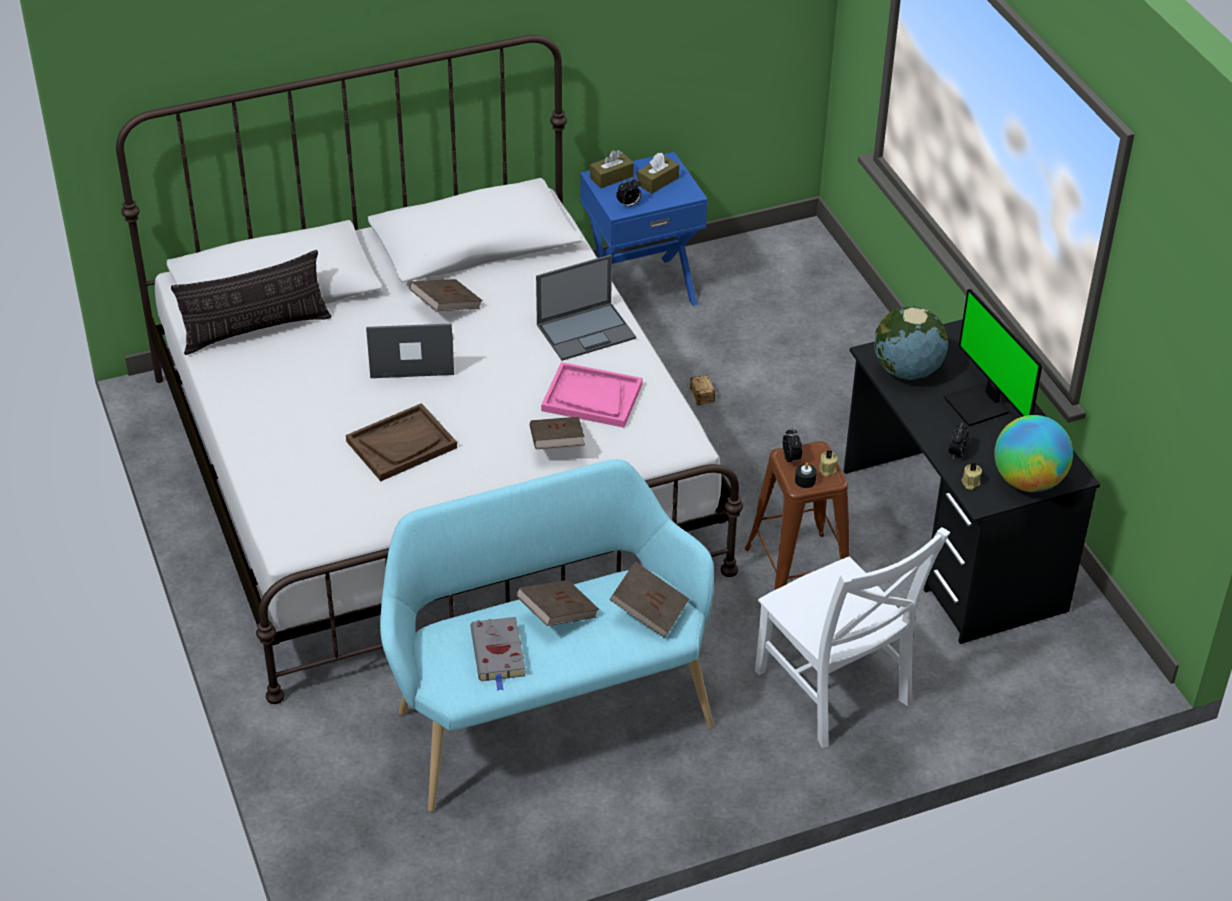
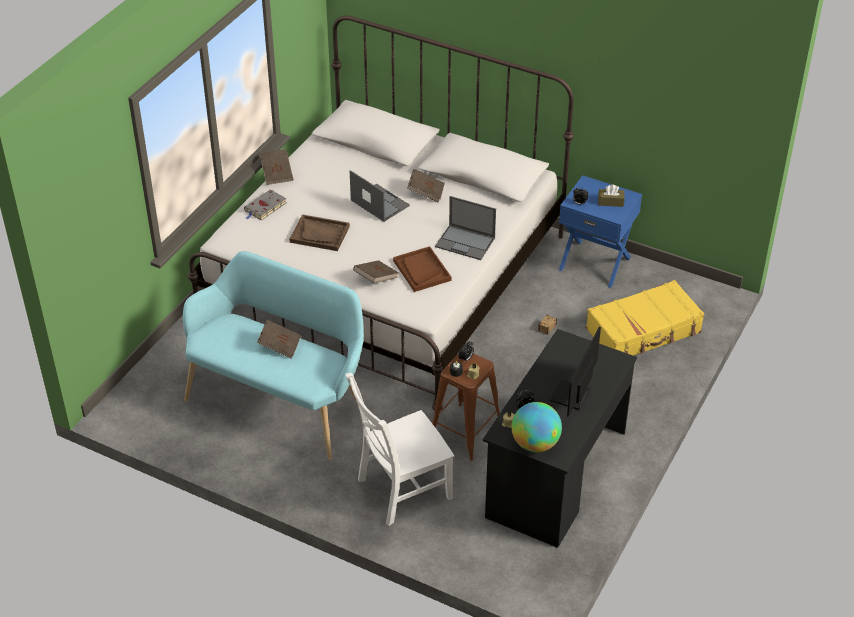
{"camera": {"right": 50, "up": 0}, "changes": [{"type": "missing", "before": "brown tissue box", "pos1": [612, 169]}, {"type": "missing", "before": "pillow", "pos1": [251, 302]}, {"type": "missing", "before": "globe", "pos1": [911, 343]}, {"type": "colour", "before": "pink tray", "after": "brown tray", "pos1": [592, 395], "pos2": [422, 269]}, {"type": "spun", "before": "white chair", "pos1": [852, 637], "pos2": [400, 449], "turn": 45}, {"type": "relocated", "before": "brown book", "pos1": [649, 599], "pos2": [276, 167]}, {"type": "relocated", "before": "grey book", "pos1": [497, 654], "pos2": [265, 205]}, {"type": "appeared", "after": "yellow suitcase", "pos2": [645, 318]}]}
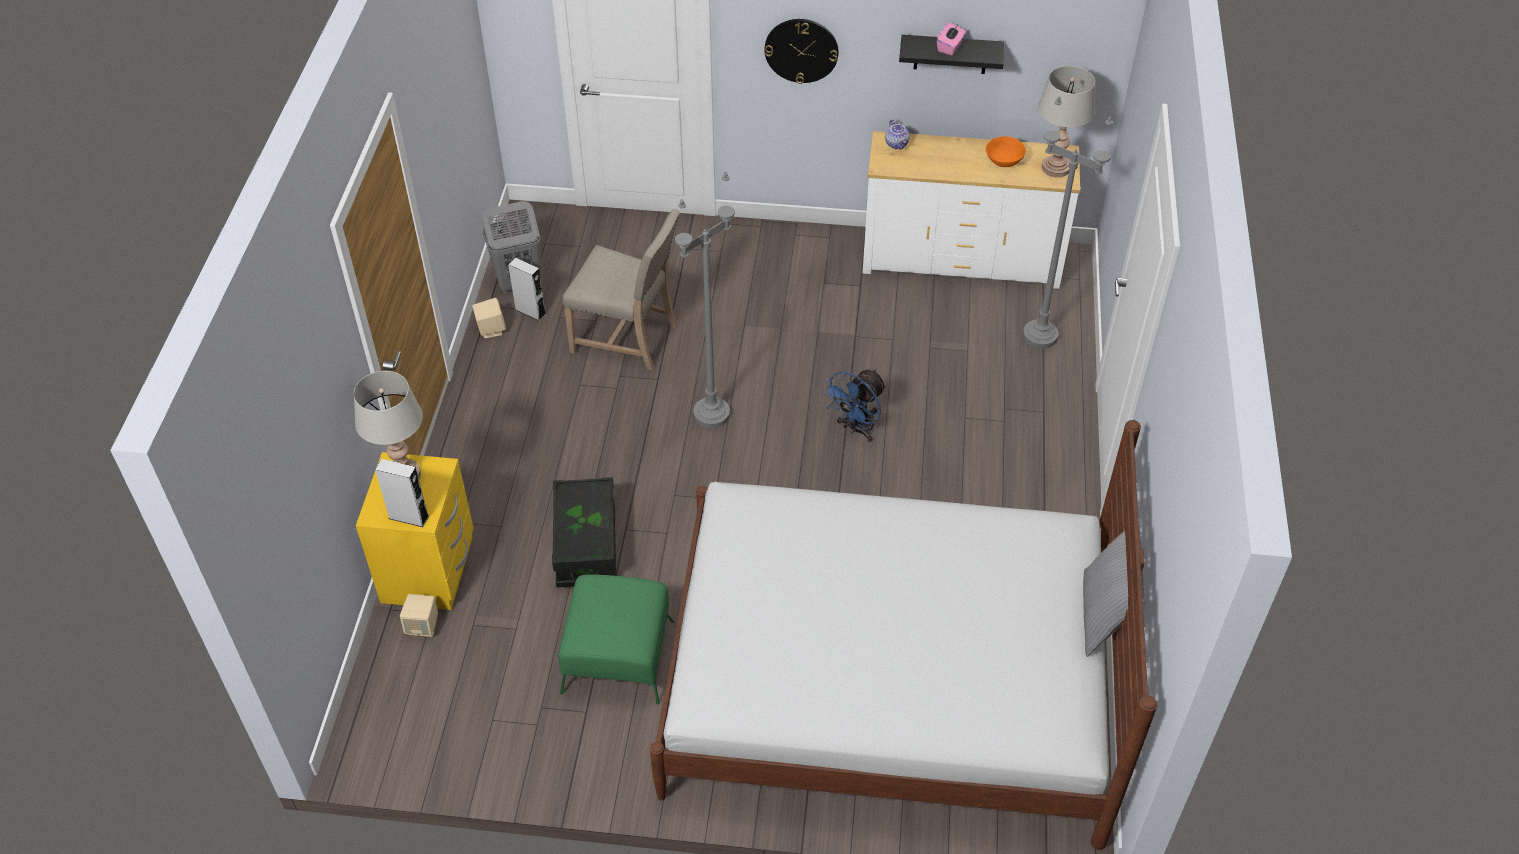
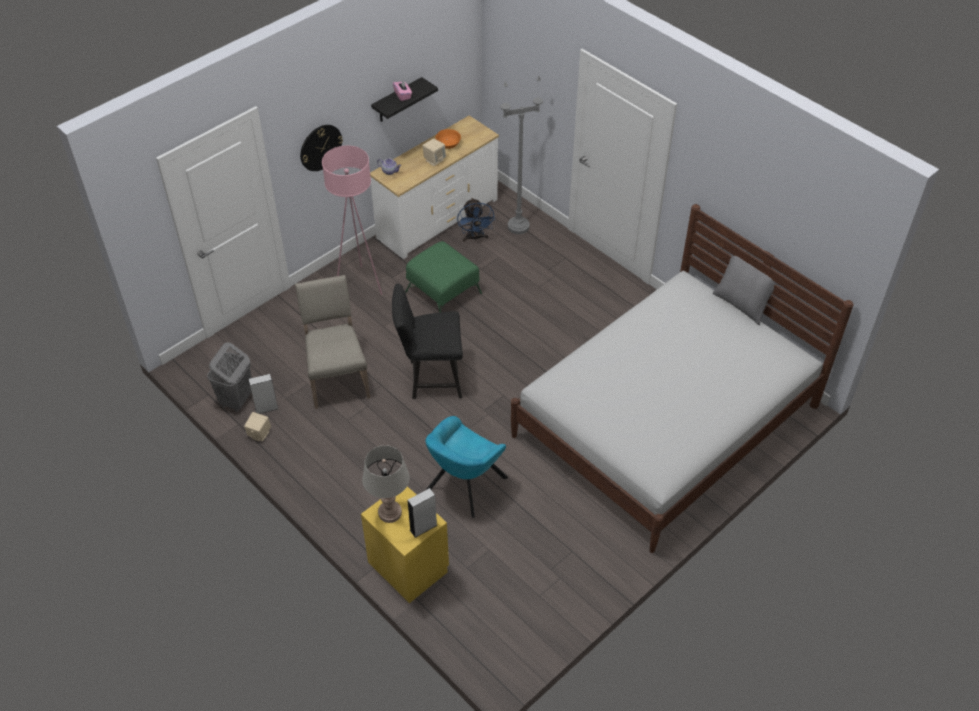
{"camera": {"right": -50, "up": 0}, "changes": [{"type": "missing", "before": "grey table lamp", "pos1": [1066, 121]}, {"type": "exchanged", "before": "grey floor lamp", "after": "black chair", "pos1": [705, 300], "pos2": [427, 341]}, {"type": "spun", "before": "beige chair", "pos1": [621, 289], "pos2": [332, 342], "turn": -75}, {"type": "relocated", "before": "blue fan", "pos1": [854, 405], "pos2": [476, 220]}, {"type": "exchanged", "before": "black storage box", "after": "turquoise armchair", "pos1": [584, 532], "pos2": [466, 467]}, {"type": "relocated", "before": "green ottoman", "pos1": [616, 639], "pos2": [443, 277]}, {"type": "relocated", "before": "beige speaker", "pos1": [419, 615], "pos2": [434, 152]}, {"type": "appeared", "after": "pink floor lamp", "pos2": [352, 220]}]}
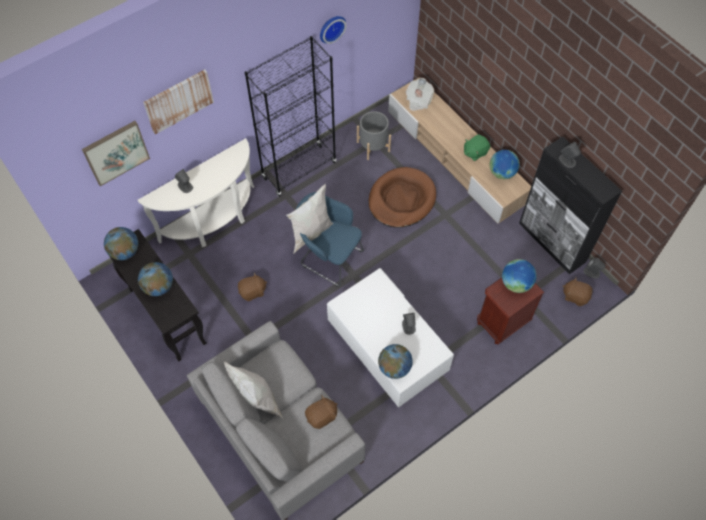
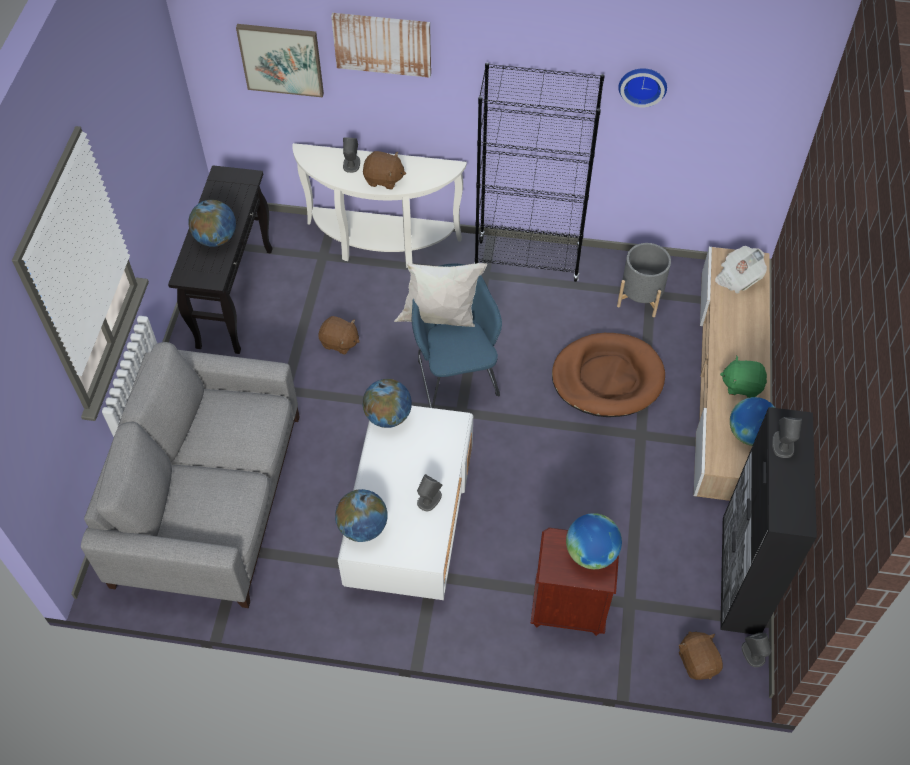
{"camera": {"right": 45, "up": -5}, "changes": [{"type": "relocated", "before": "globe", "pos1": [121, 243], "pos2": [387, 403]}, {"type": "missing", "before": "white pillow", "pos1": [253, 389]}, {"type": "relocated", "before": "brown plush toy", "pos1": [321, 412], "pos2": [384, 170]}]}
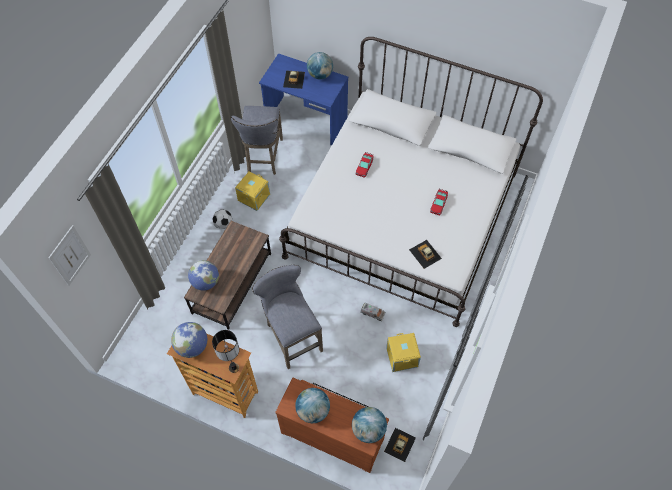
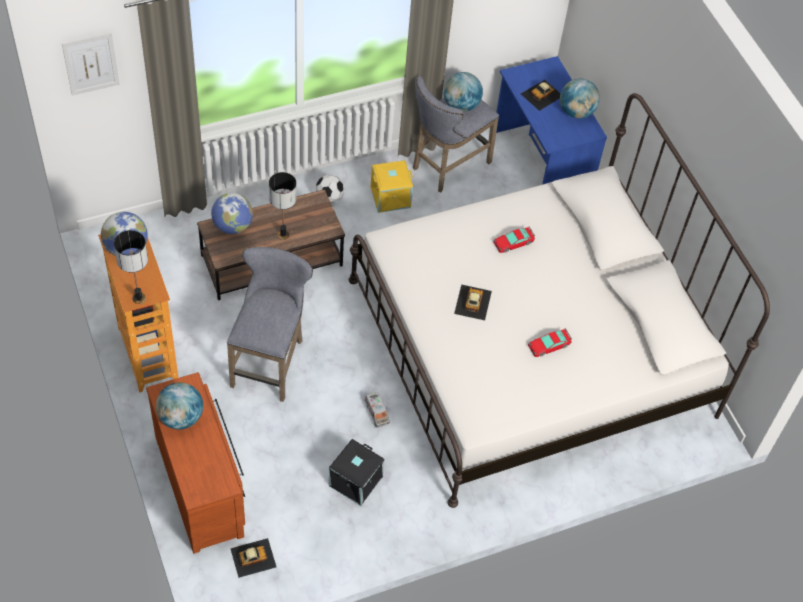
{"camera": {"right": 40, "up": -5}, "changes": [{"type": "relocated", "before": "toy car", "pos1": [425, 254], "pos2": [473, 302]}, {"type": "colour", "before": "yellow storage box", "after": "black storage box", "pos1": [403, 352], "pos2": [357, 472]}, {"type": "relocated", "before": "globe", "pos1": [369, 425], "pos2": [463, 92]}, {"type": "appeared", "after": "table lamp", "pos2": [282, 206]}]}
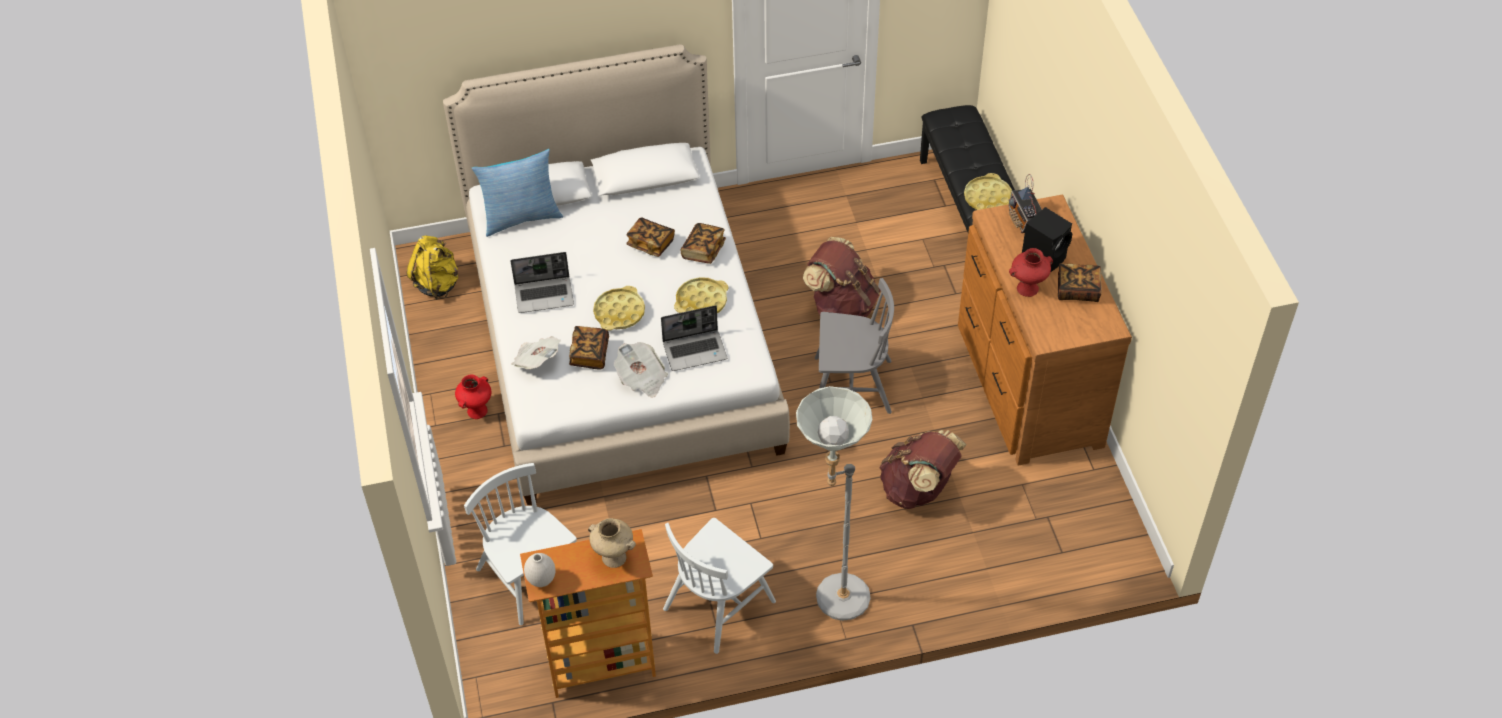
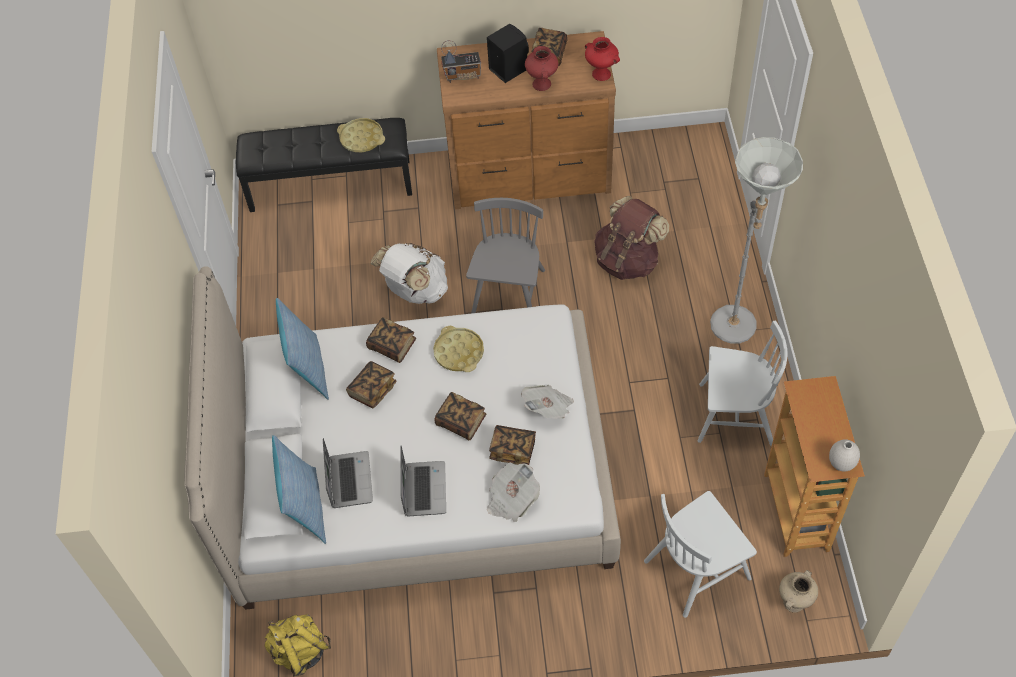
{"camera": {"right": -80, "up": 5}, "changes": [{"type": "colour", "before": "brown backpack", "after": "white backpack", "pos1": [842, 277], "pos2": [409, 273]}, {"type": "exchanged", "before": "yellow tray", "after": "book", "pos1": [619, 308], "pos2": [460, 416]}, {"type": "relocated", "before": "laptop", "pos1": [694, 338], "pos2": [348, 473]}, {"type": "relocated", "before": "red vase", "pos1": [473, 397], "pos2": [602, 59]}, {"type": "relocated", "before": "beige vase", "pos1": [612, 543], "pos2": [798, 591]}, {"type": "spun", "before": "white chair", "pos1": [719, 586], "pos2": [742, 383], "turn": -45}, {"type": "appeared", "after": "pillow", "pos2": [302, 349]}]}
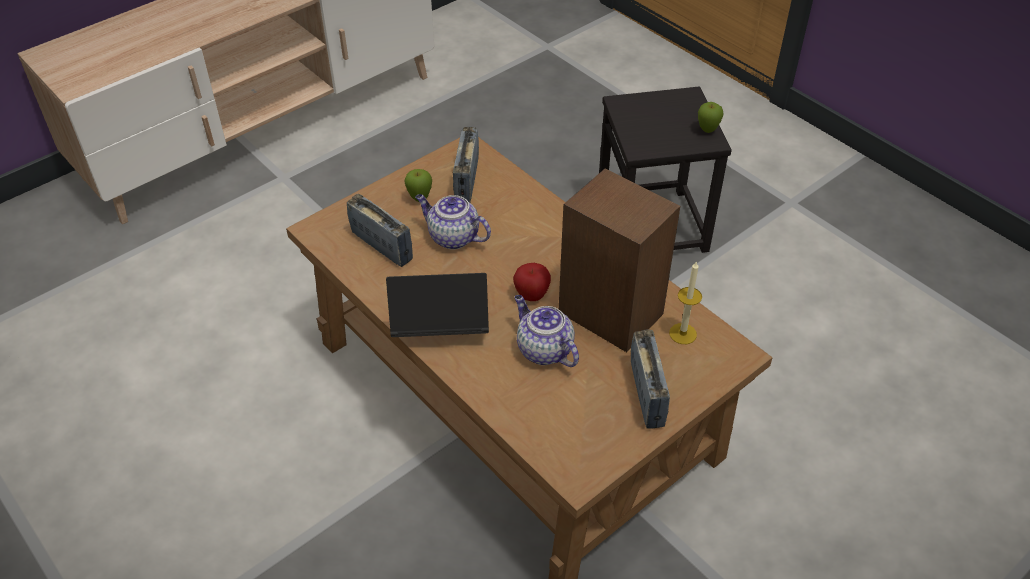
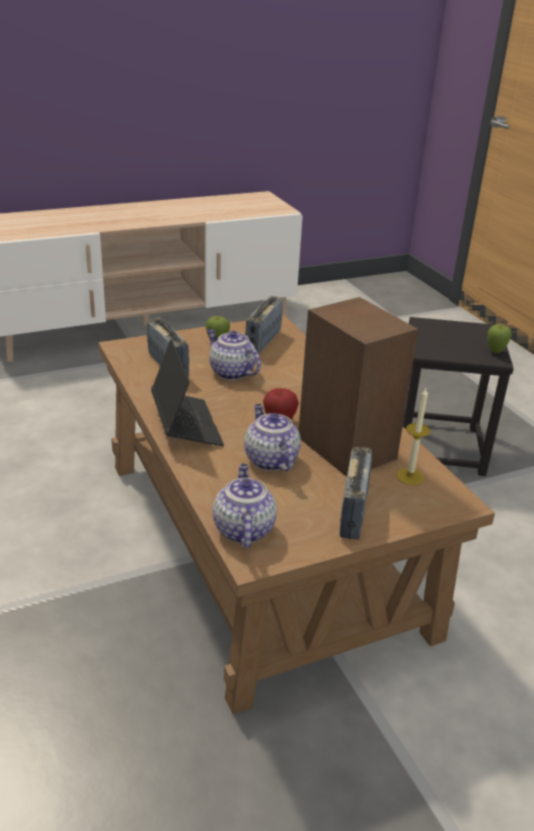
{"camera": {"right": 15, "up": -15}, "changes": [{"type": "spun", "before": "laptop", "pos1": [437, 305], "pos2": [187, 392], "turn": 60}, {"type": "appeared", "after": "teapot", "pos2": [245, 506]}]}
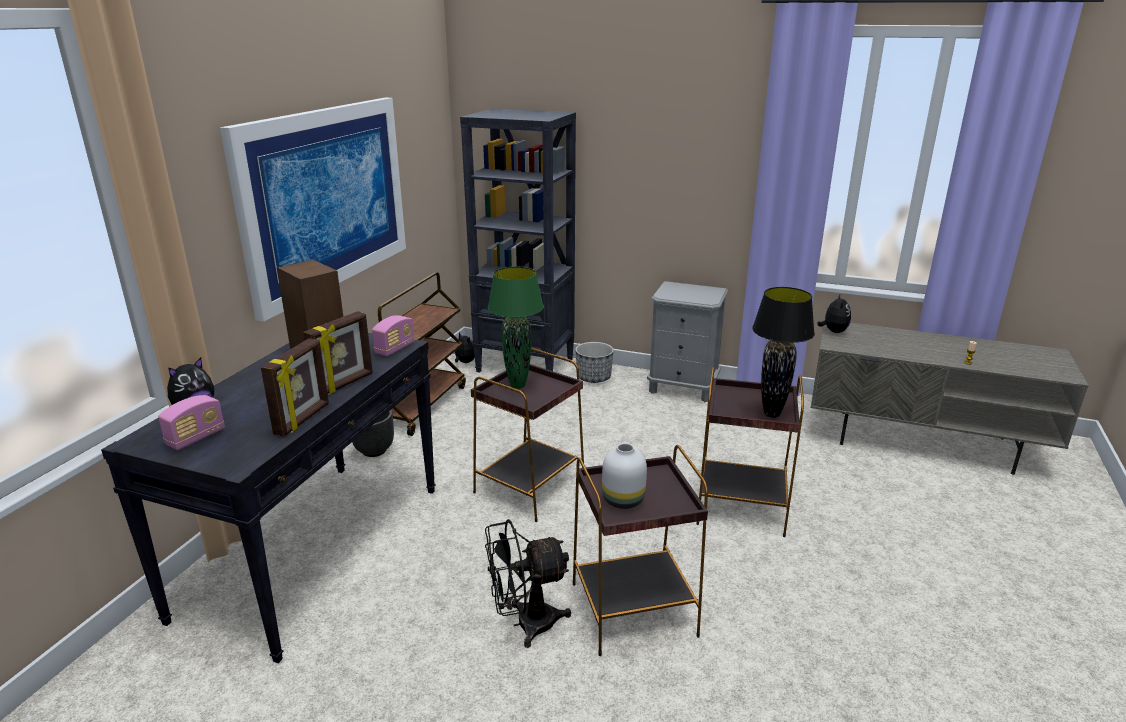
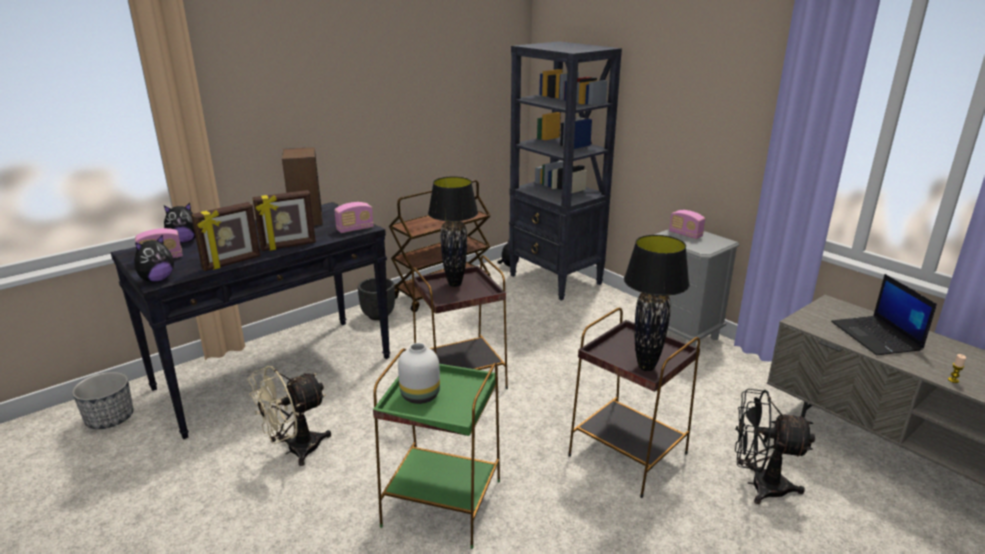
{"camera": {"right": 30, "up": 0}, "changes": [{"type": "missing", "before": "picture", "pos1": [313, 209]}, {"type": "colour", "before": "green table lamp", "after": "black table lamp", "pos1": [516, 328], "pos2": [453, 232]}, {"type": "relocated", "before": "plush toy", "pos1": [834, 313], "pos2": [154, 258]}, {"type": "relocated", "before": "planter", "pos1": [594, 362], "pos2": [103, 400]}, {"type": "colour", "before": "brown side table", "after": "green side table", "pos1": [640, 550], "pos2": [436, 448]}, {"type": "relocated", "before": "black fan", "pos1": [528, 583], "pos2": [775, 446]}, {"type": "appeared", "after": "radio", "pos2": [687, 224]}, {"type": "appeared", "after": "laptop", "pos2": [884, 314]}, {"type": "appeared", "after": "beige fan", "pos2": [289, 416]}]}
